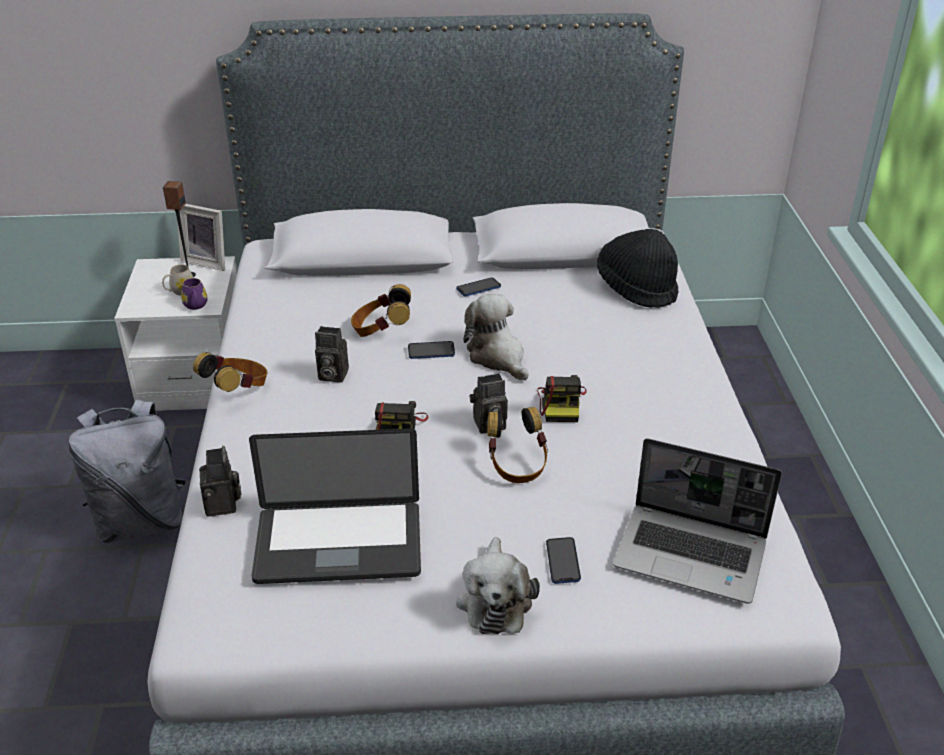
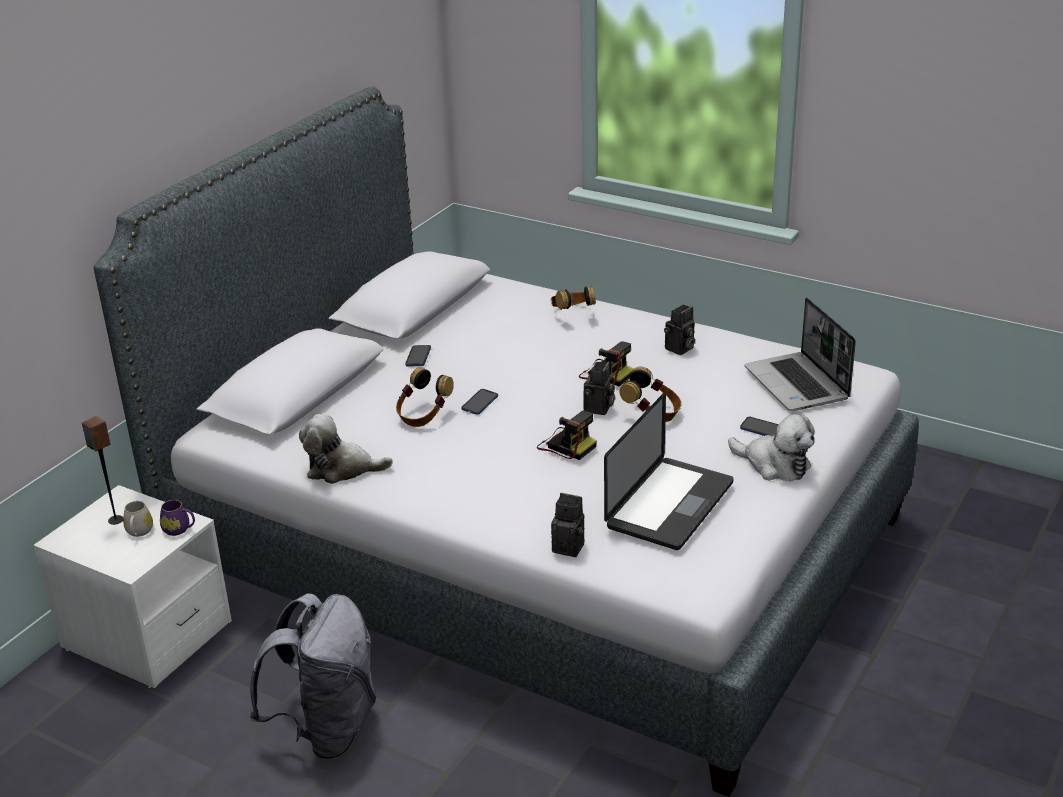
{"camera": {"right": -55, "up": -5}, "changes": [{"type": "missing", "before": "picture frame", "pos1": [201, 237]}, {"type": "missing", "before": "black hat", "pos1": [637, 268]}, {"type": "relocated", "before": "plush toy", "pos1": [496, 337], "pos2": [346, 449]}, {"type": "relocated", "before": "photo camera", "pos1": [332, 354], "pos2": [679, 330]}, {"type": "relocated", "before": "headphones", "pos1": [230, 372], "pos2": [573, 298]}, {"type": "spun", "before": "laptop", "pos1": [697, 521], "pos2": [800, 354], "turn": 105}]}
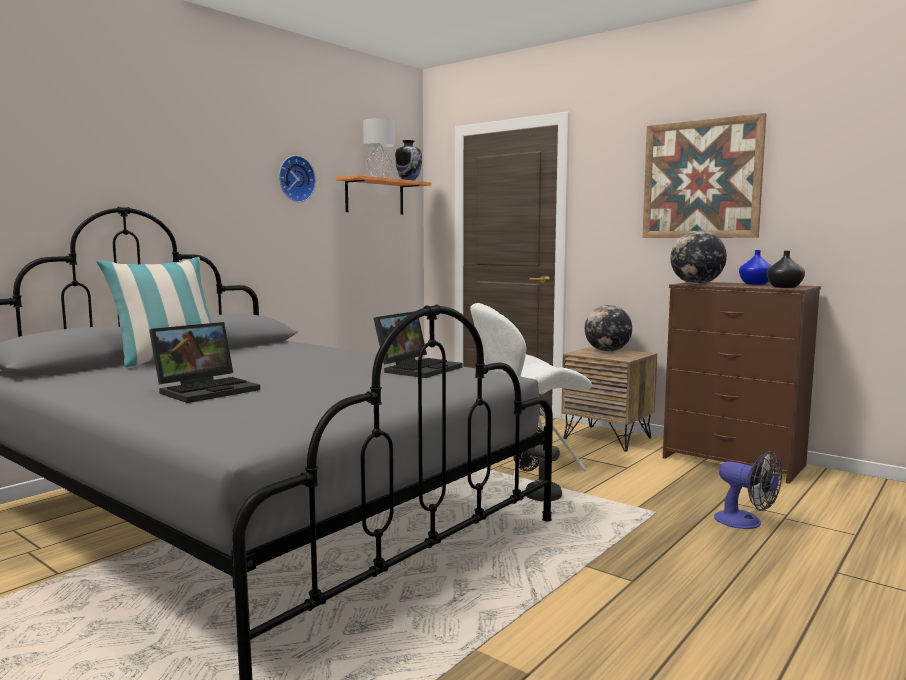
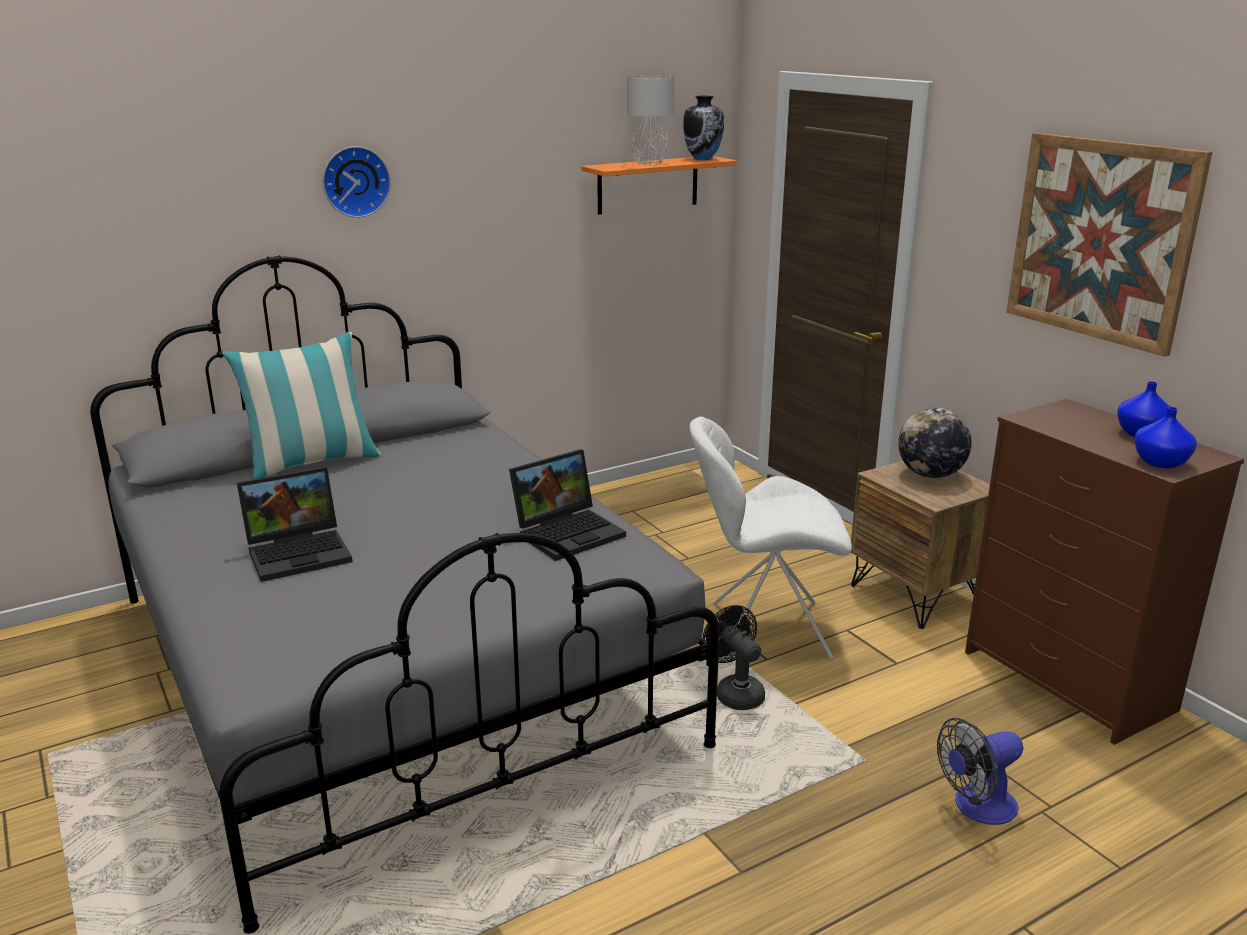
{"camera": {"right": 20, "up": 15}, "changes": [{"type": "relocated", "before": "wall clock", "pos1": [297, 178], "pos2": [357, 182]}, {"type": "missing", "before": "globe", "pos1": [699, 257]}, {"type": "colour", "before": "black vase", "after": "blue vase", "pos1": [785, 269], "pos2": [1165, 437]}, {"type": "spun", "before": "fan", "pos1": [748, 490], "pos2": [980, 771], "turn": 90}]}
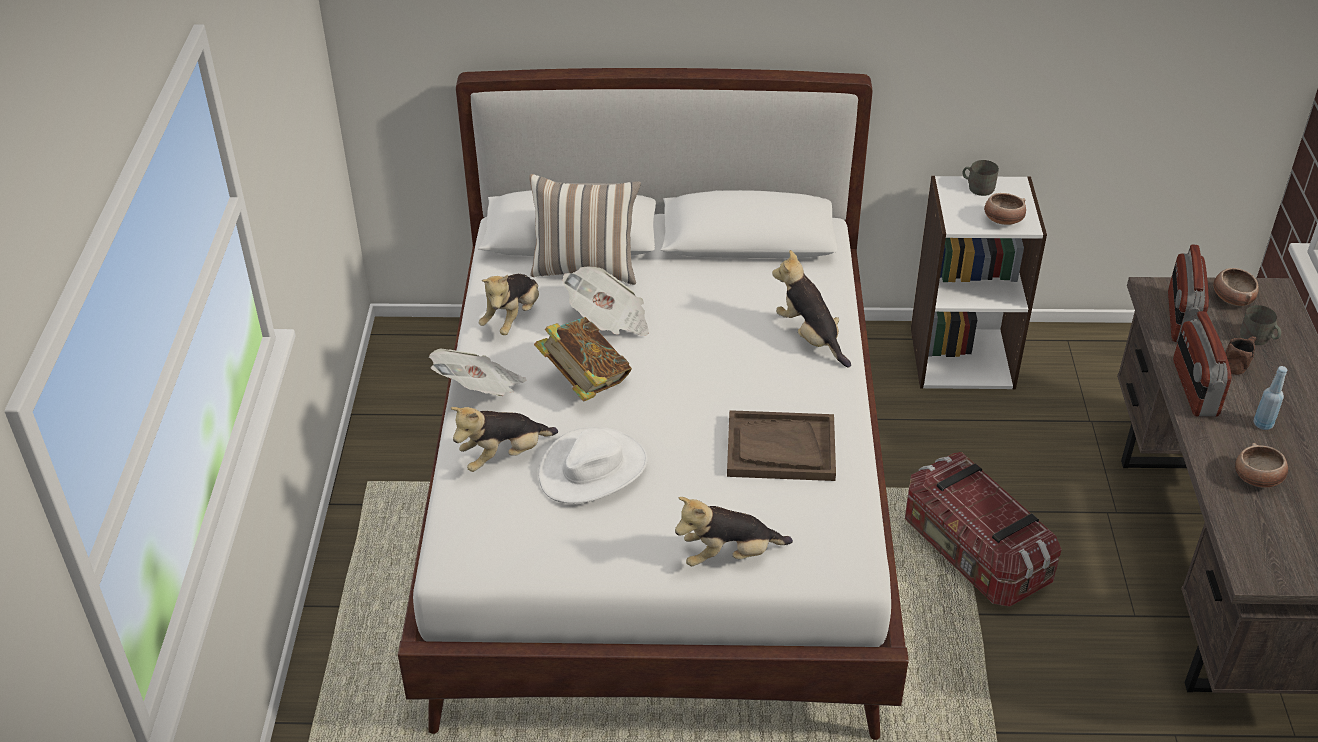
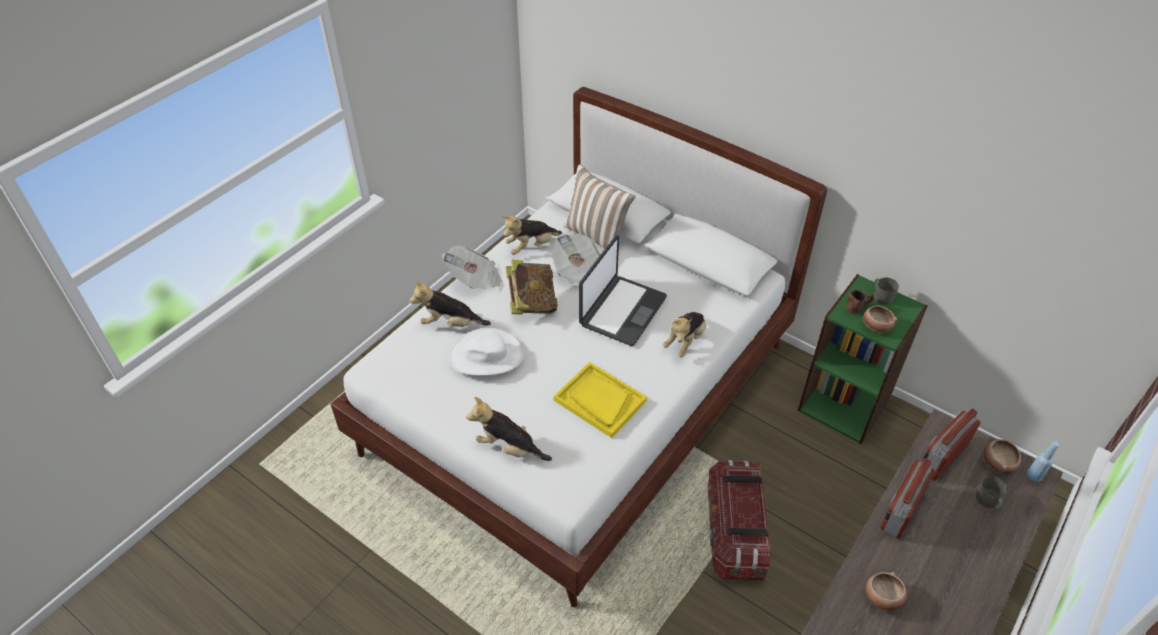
{"camera": {"right": 35, "up": 5}, "changes": [{"type": "colour", "before": "white bookcase", "after": "green bookcase", "pos1": [979, 282], "pos2": [863, 359]}, {"type": "spun", "before": "plush toy", "pos1": [811, 309], "pos2": [684, 334], "turn": -150}, {"type": "relocated", "before": "brown mug", "pos1": [1241, 355], "pos2": [860, 301]}, {"type": "relocated", "before": "blue bottle", "pos1": [1270, 398], "pos2": [1043, 461]}, {"type": "colour", "before": "brown tray", "after": "yellow tray", "pos1": [781, 445], "pos2": [600, 400]}, {"type": "appeared", "after": "laptop", "pos2": [623, 290]}]}
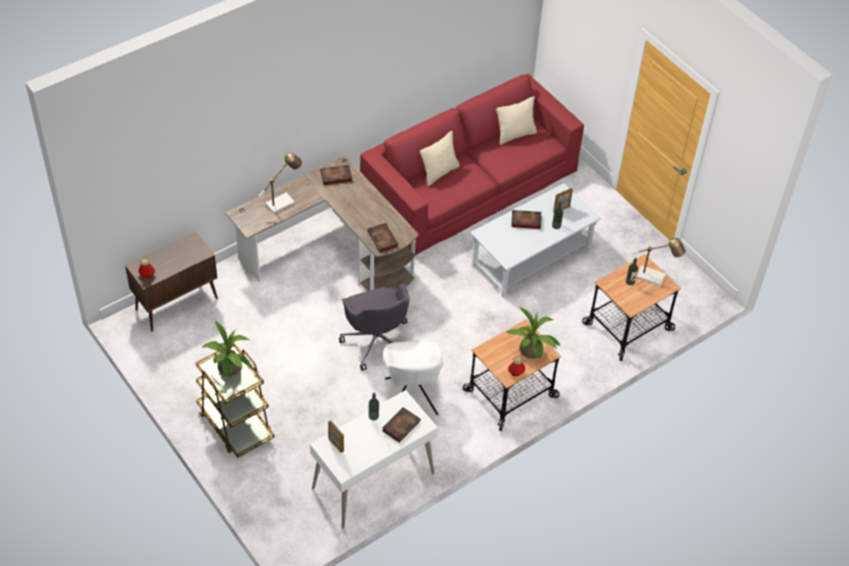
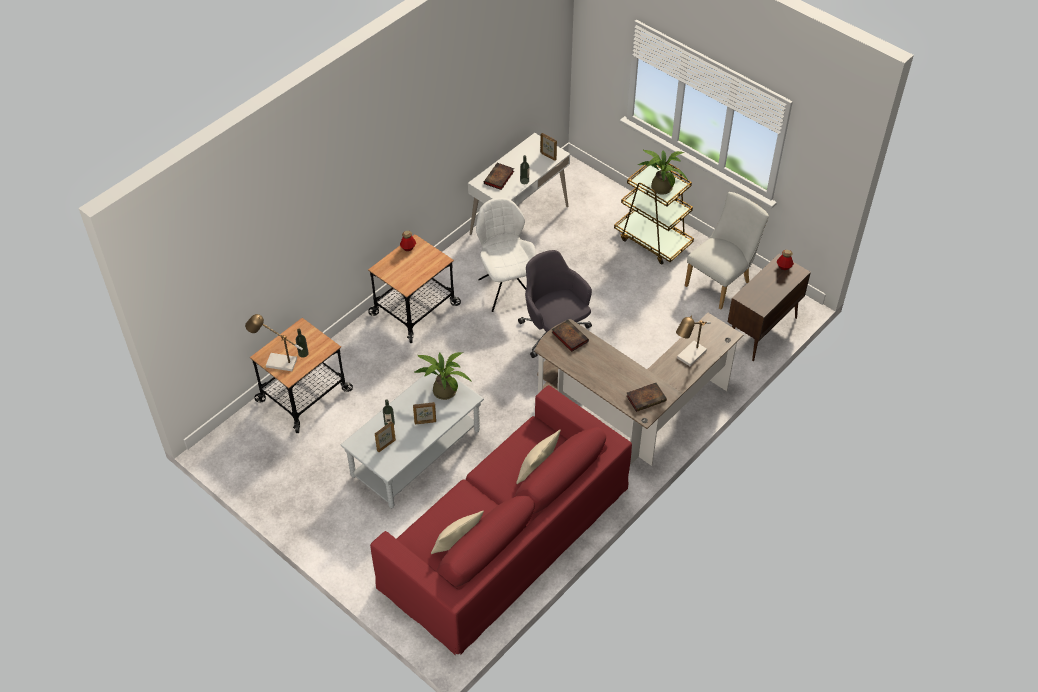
{"camera": {"right": 170, "up": 0}, "changes": [{"type": "exchanged", "before": "book", "after": "picture frame", "pos1": [526, 219], "pos2": [424, 413]}, {"type": "relocated", "before": "potted plant", "pos1": [533, 333], "pos2": [443, 376]}, {"type": "appeared", "after": "white chair", "pos2": [727, 251]}]}
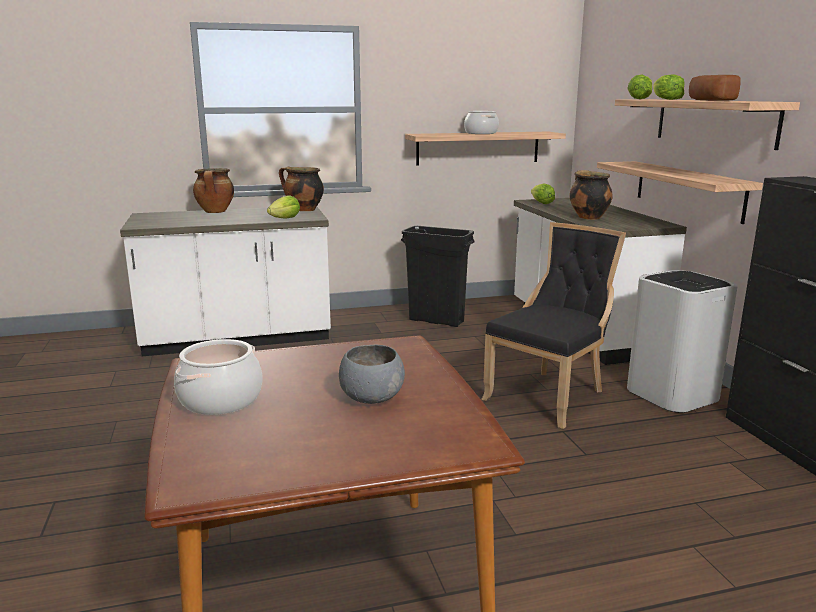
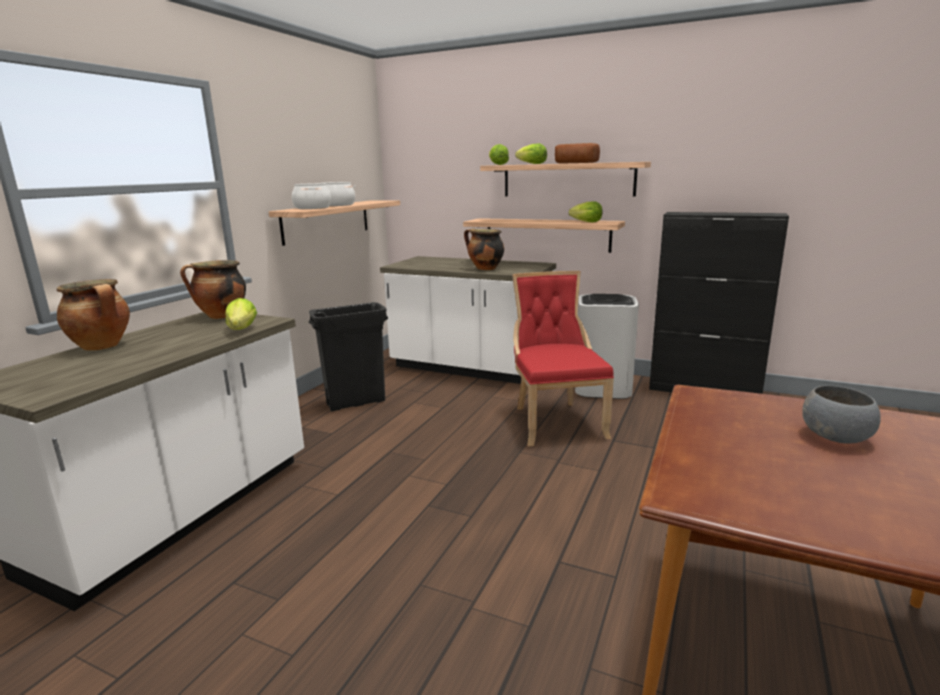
{"camera": {"right": -50, "up": 0}, "changes": [{"type": "relocated", "before": "lettuce", "pos1": [543, 194], "pos2": [585, 211]}, {"type": "colour", "before": "black chair", "after": "red chair", "pos1": [553, 325], "pos2": [563, 358]}, {"type": "relocated", "before": "cooking pot", "pos1": [218, 377], "pos2": [311, 196]}]}
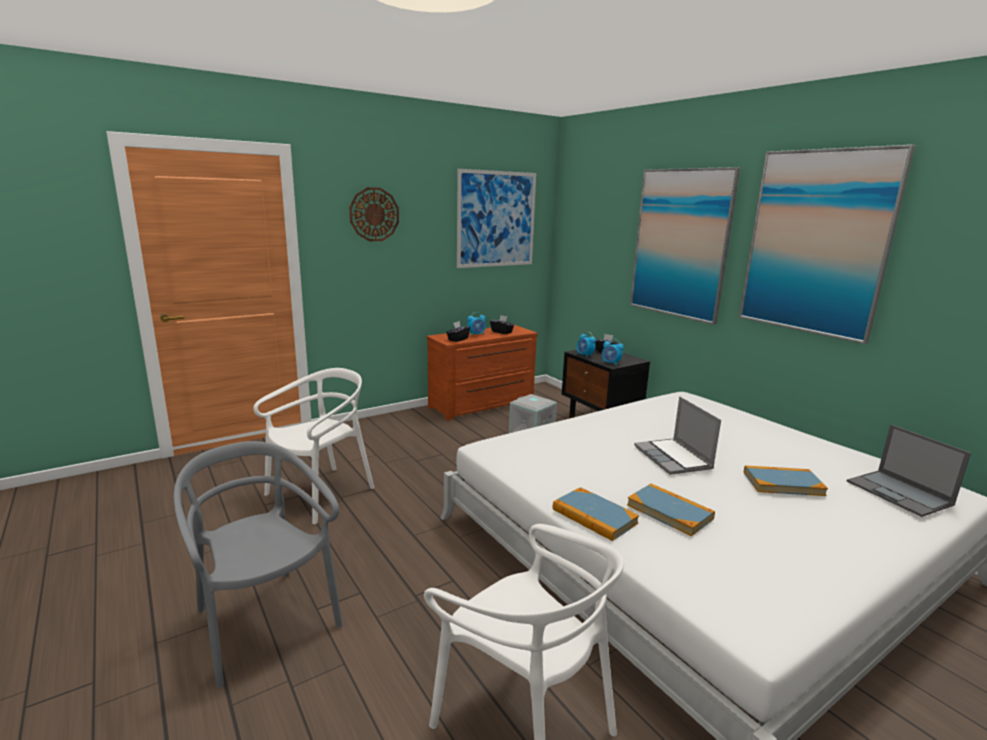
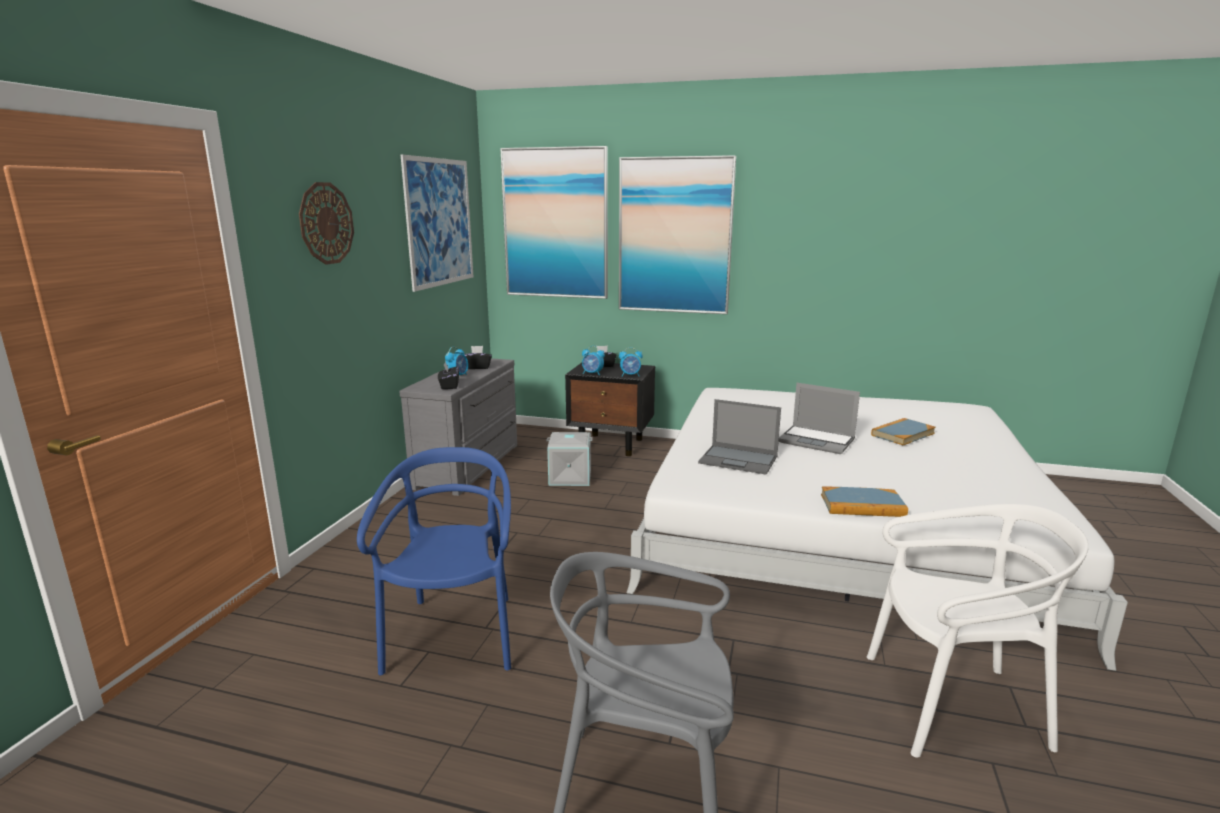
{"camera": {"right": -40, "up": 0}, "changes": [{"type": "relocated", "before": "picture", "pos1": [827, 244], "pos2": [554, 222]}, {"type": "colour", "before": "brown dresser", "after": "grey dresser", "pos1": [482, 372], "pos2": [458, 427]}, {"type": "colour", "before": "white chair", "after": "blue chair", "pos1": [313, 446], "pos2": [434, 561]}, {"type": "relocated", "before": "laptop", "pos1": [909, 470], "pos2": [739, 437]}, {"type": "missing", "before": "book", "pos1": [671, 510]}]}
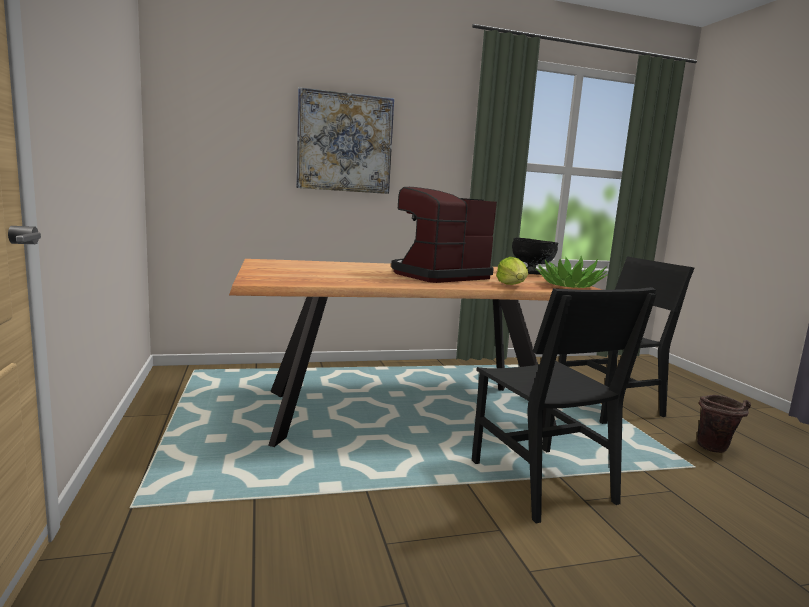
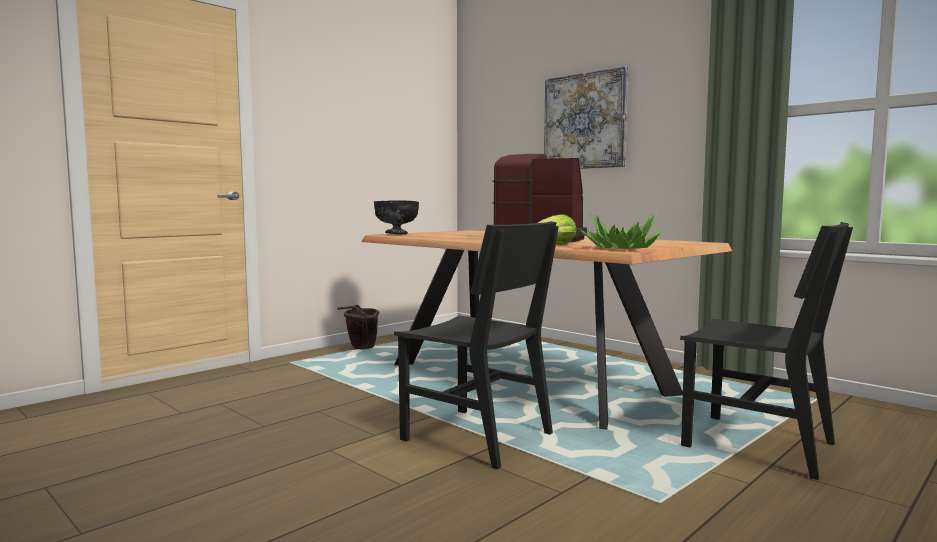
{"camera": {"right": 60, "up": -5}, "changes": [{"type": "relocated", "before": "black bowl", "pos1": [535, 256], "pos2": [396, 217]}, {"type": "spun", "before": "black chair", "pos1": [564, 405], "pos2": [476, 345], "turn": -90}, {"type": "relocated", "before": "brown bucket", "pos1": [724, 424], "pos2": [358, 327]}]}
